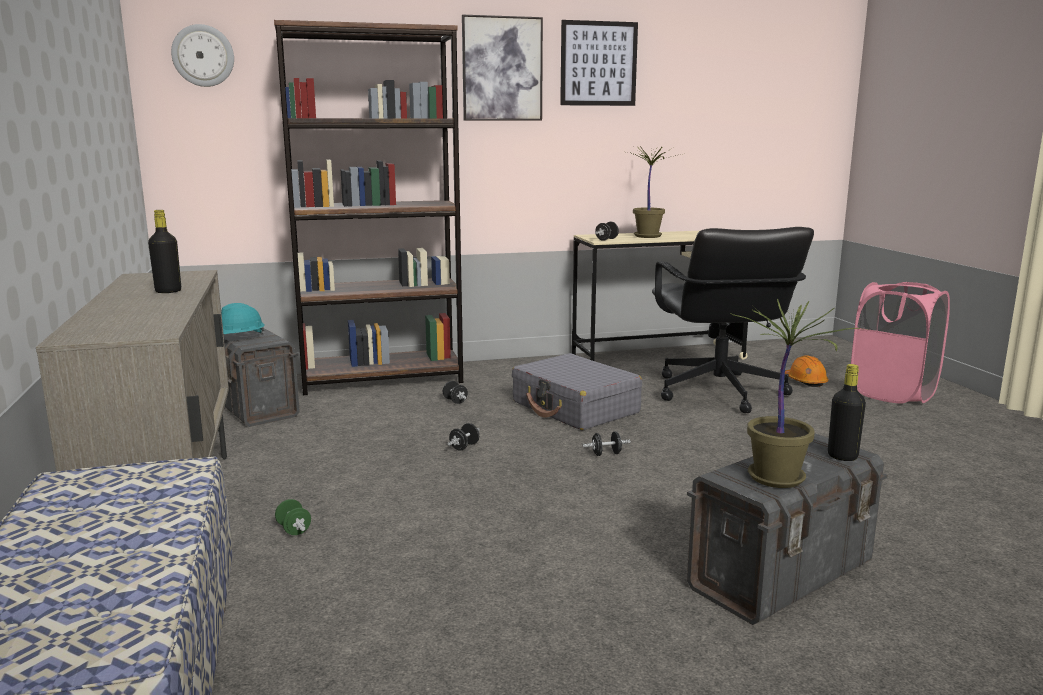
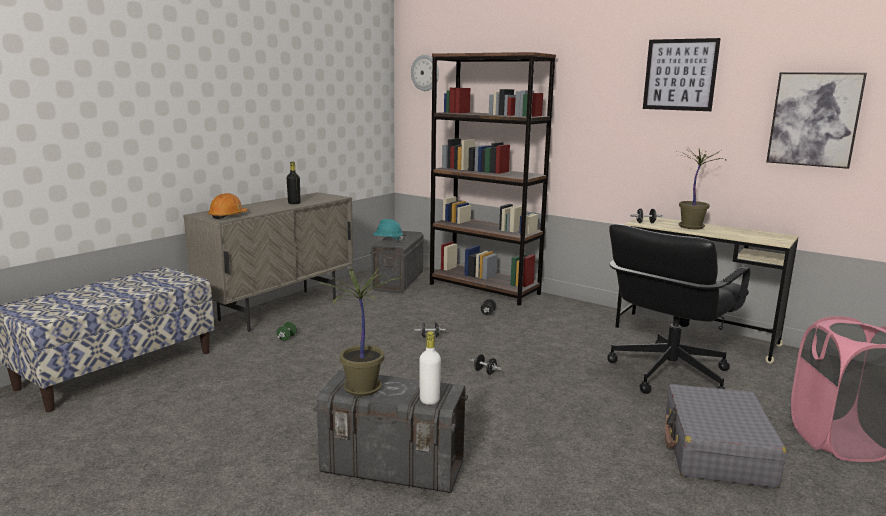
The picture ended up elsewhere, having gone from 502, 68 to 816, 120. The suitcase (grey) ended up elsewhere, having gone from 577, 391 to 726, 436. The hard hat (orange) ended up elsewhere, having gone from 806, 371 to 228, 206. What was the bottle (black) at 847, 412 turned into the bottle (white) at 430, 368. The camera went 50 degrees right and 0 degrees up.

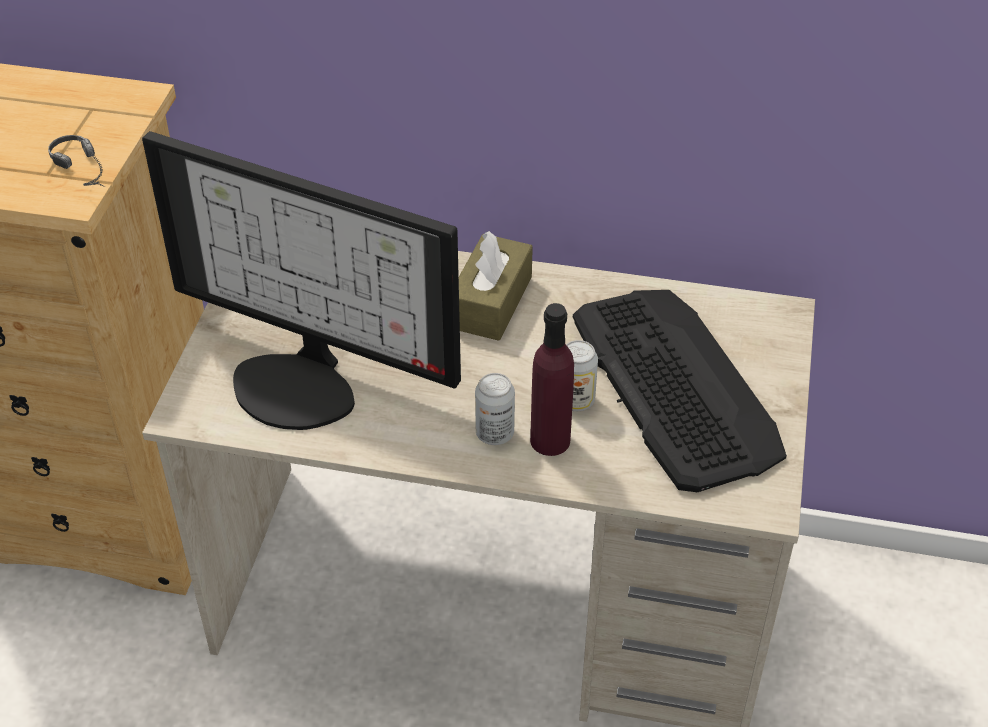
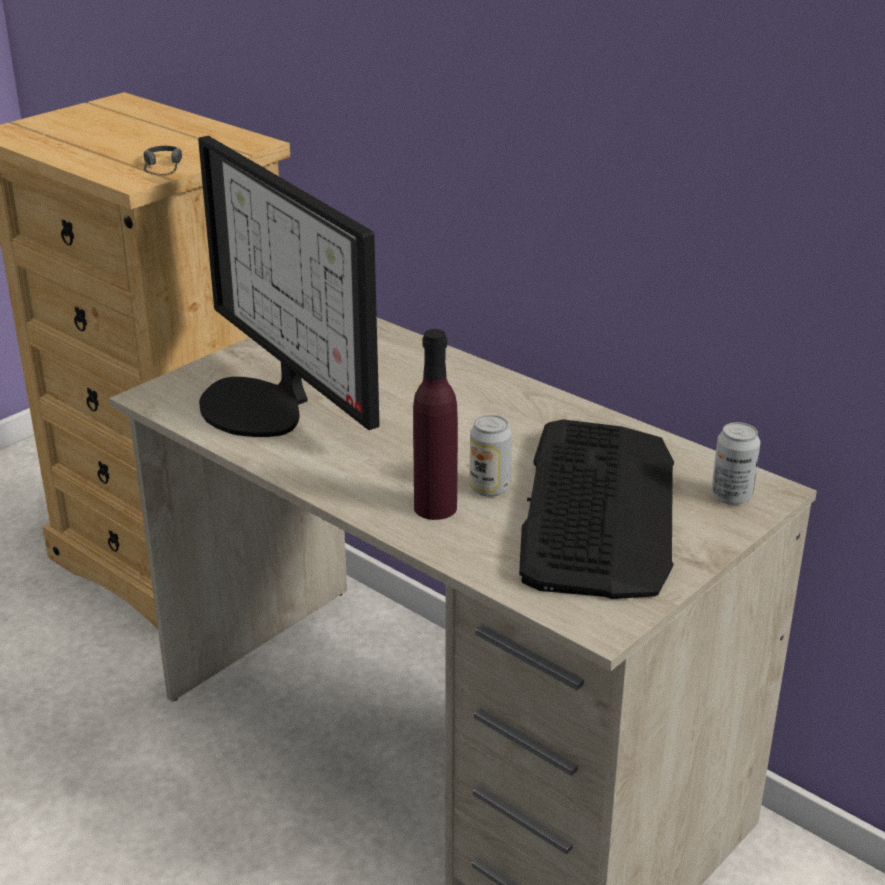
The second view lost the tissue box (brown) at 496, 286. The can ended up elsewhere, having gone from 495, 409 to 735, 463. The camera went 30 degrees right and 15 degrees down.

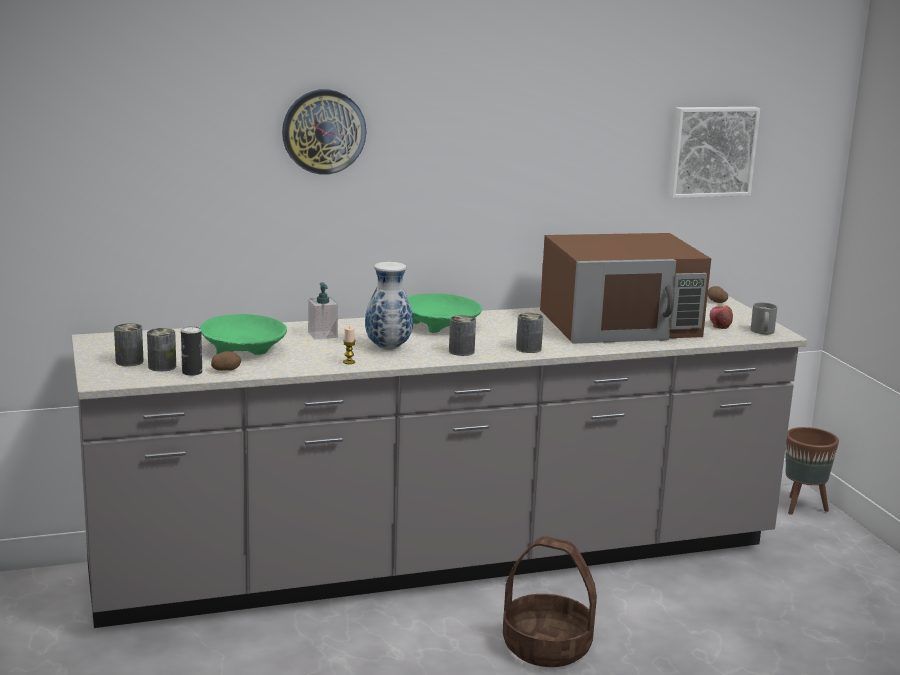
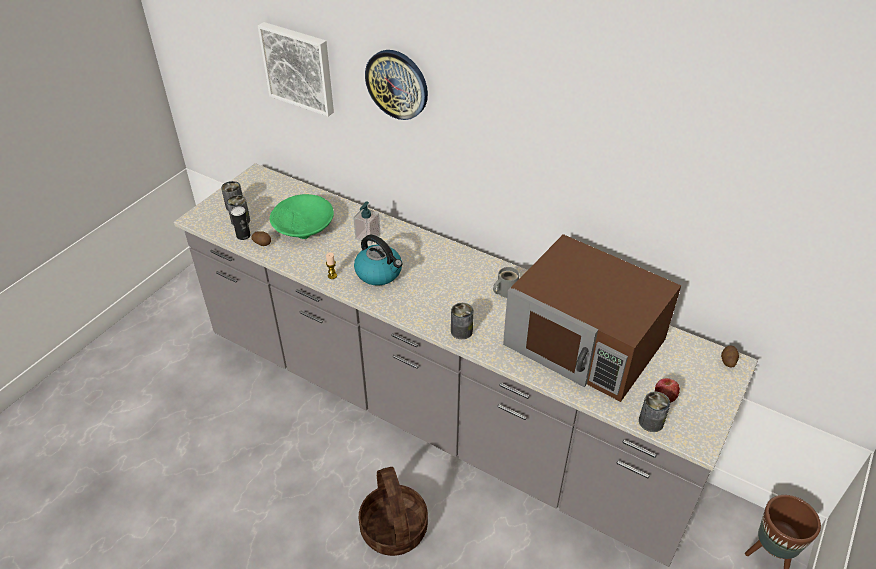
Where the vase stood at 389, 306, the kettle came to stand at 378, 260. The second view lost the bowl (green) at 444, 313. The can ended up elsewhere, having gone from 462, 335 to 655, 412. The picture ended up elsewhere, having gone from 714, 152 to 296, 69. The mug (grey) ended up elsewhere, having gone from 764, 318 to 506, 282. The camera went 50 degrees right and 25 degrees up.

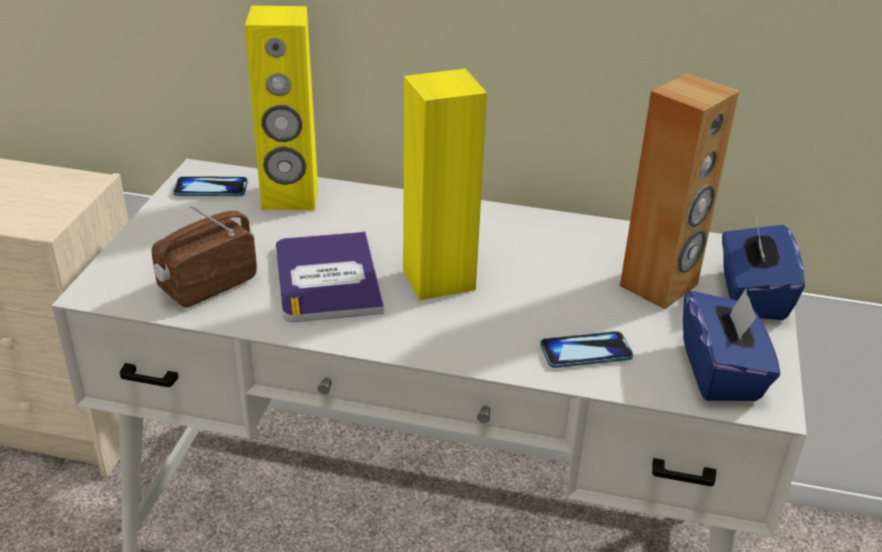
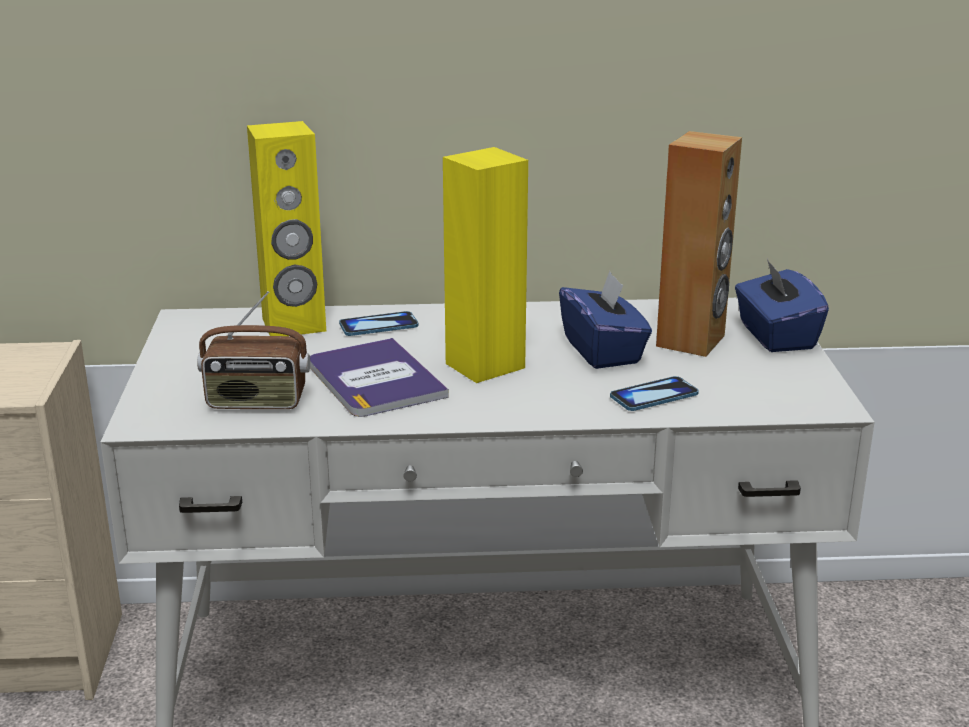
The radio at 204, 256 ended up facing another way, 120 degrees counterclockwise from before. The phone ended up elsewhere, having gone from 210, 186 to 379, 323. The tissue box (blue) ended up elsewhere, having gone from 731, 344 to 605, 320. The camera went 15 degrees left and 10 degrees down.

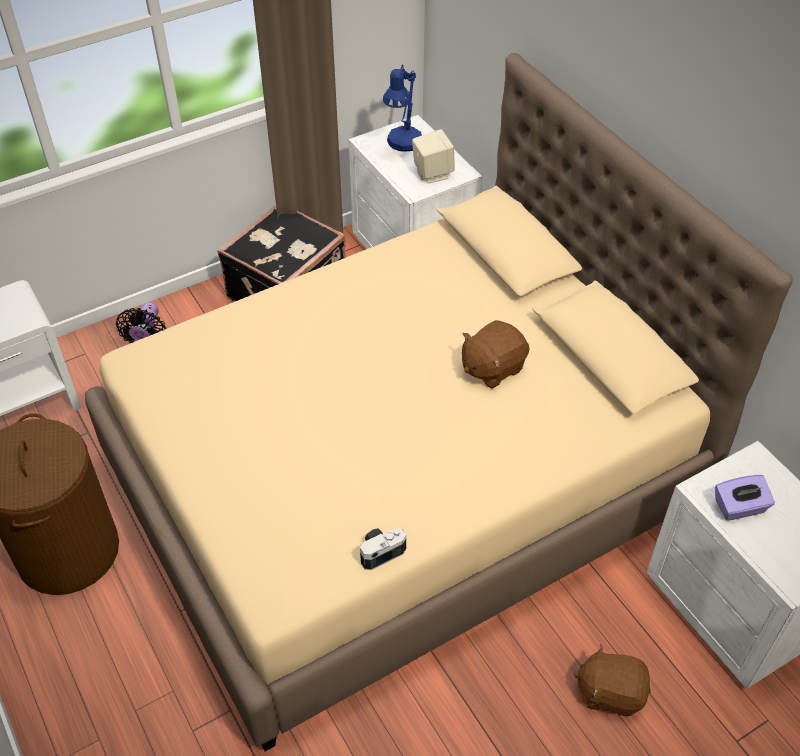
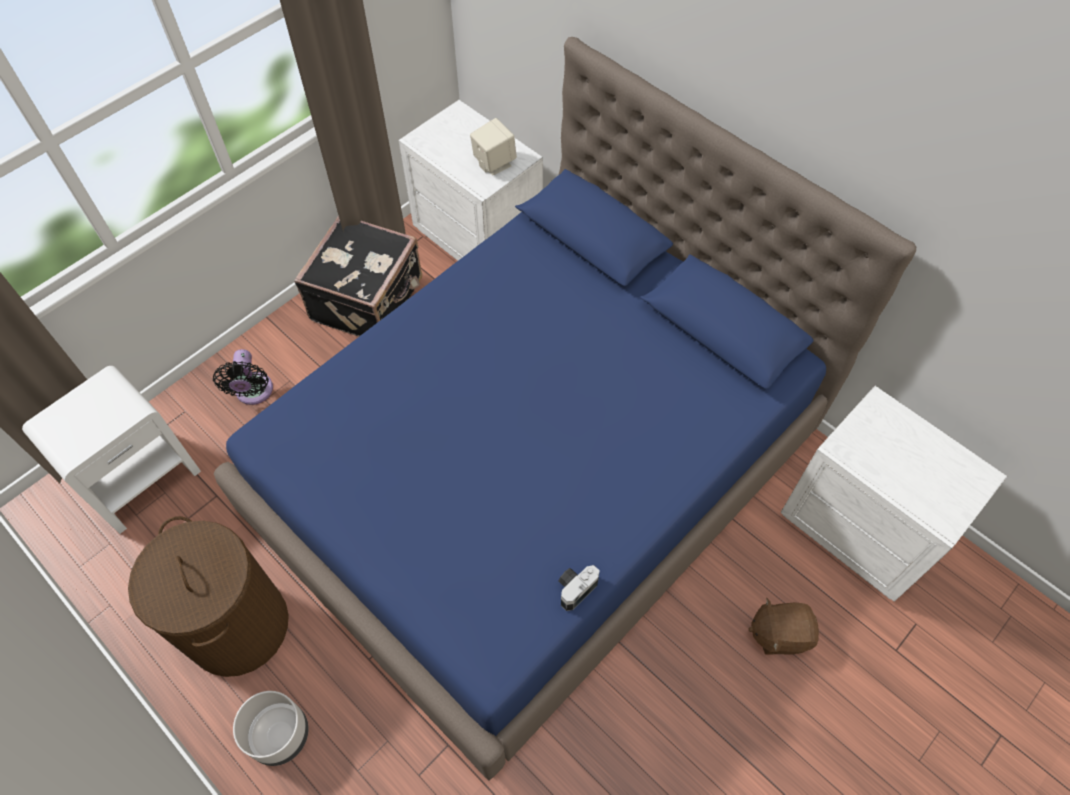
What was the bed (beige) at 439, 402 turned into the bed (blue) at 565, 408. The second view lost the table lamp (blue) at 402, 108. The second view lost the plush toy (brown) at 495, 354. The second view lost the tissue box (purple) at 745, 498. The second view gained the planter (grey) at 271, 728. The camera went 15 degrees left and 10 degrees up.

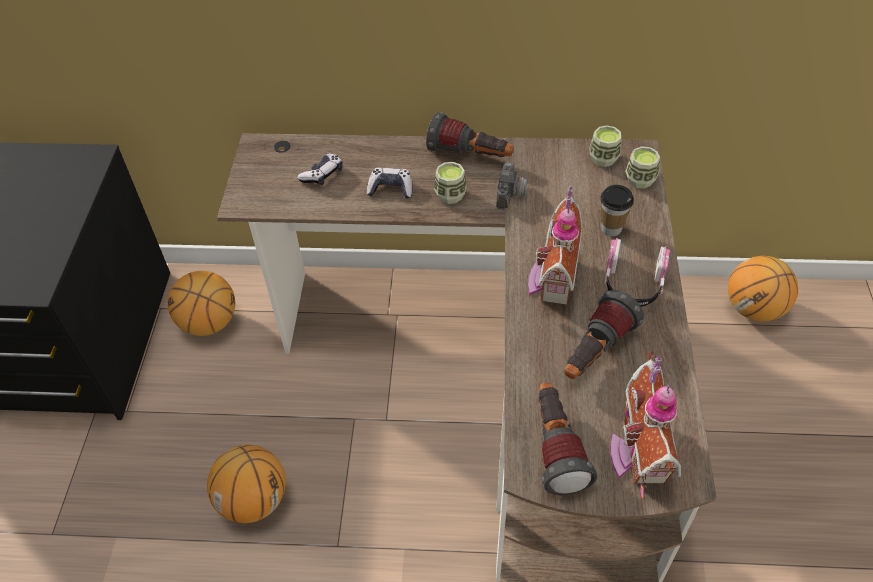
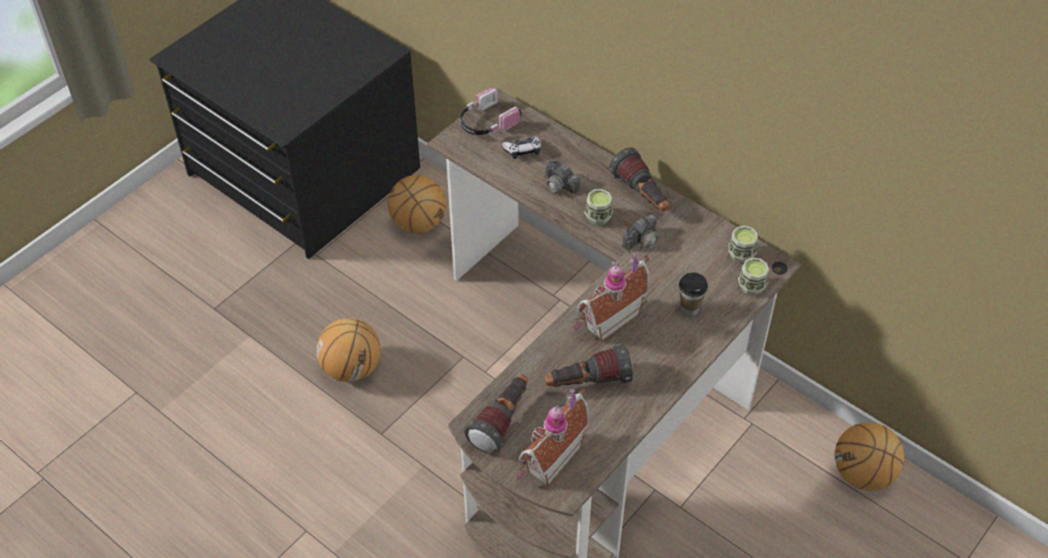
Where the game controller stood at 389, 183, the photo camera came to stand at 559, 183. The headphones ended up elsewhere, having gone from 637, 272 to 490, 111. The camera went 35 degrees right and 0 degrees up.

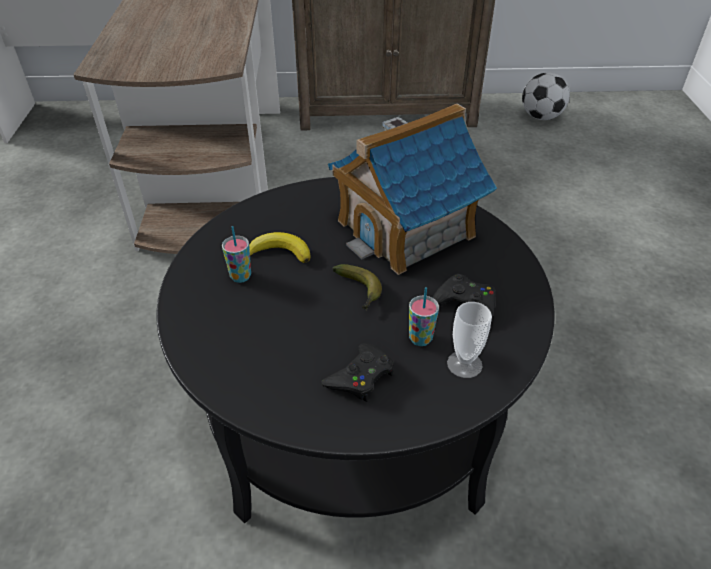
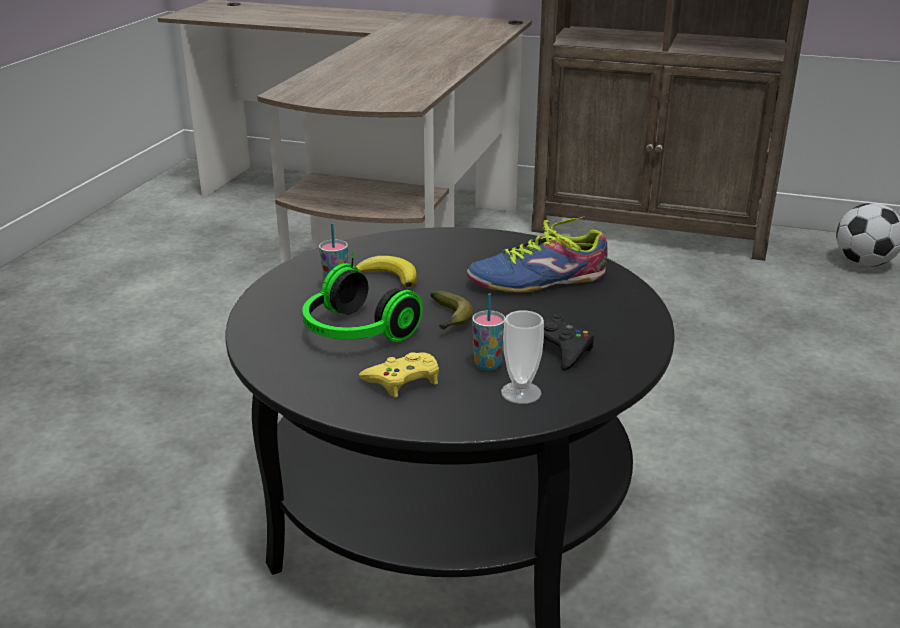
What was the game controller (black) at 357, 372 turned into the game controller (yellow) at 399, 374. Where the toy house stood at 412, 189, the shoe came to stand at 537, 254. The second view gained the headphones at 362, 297. The camera went 20 degrees right and 15 degrees down.

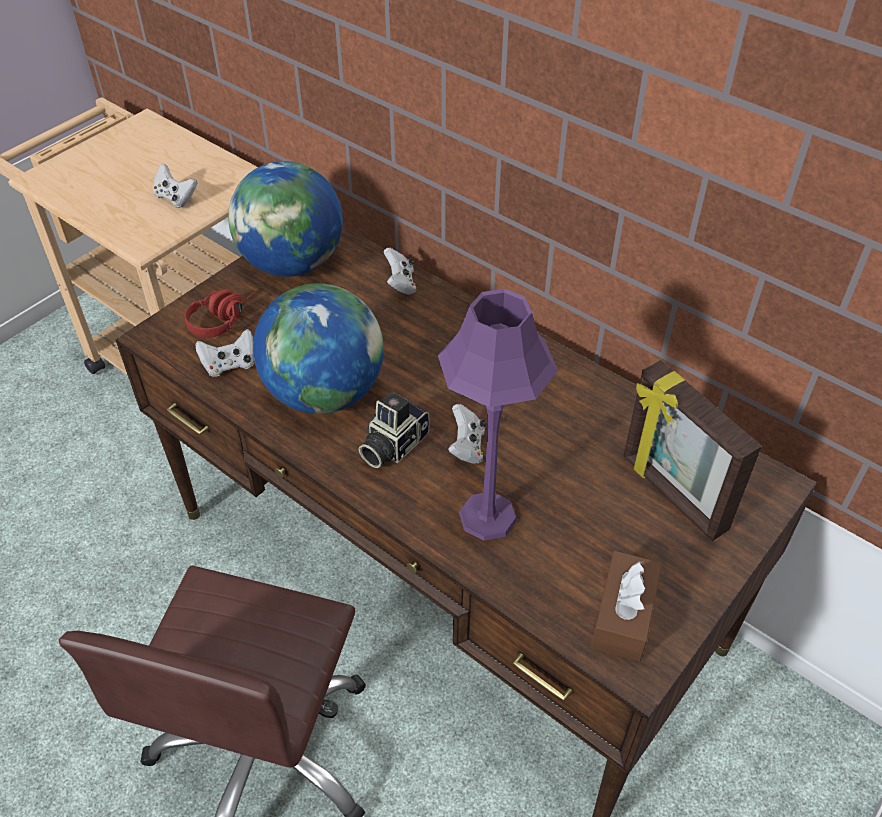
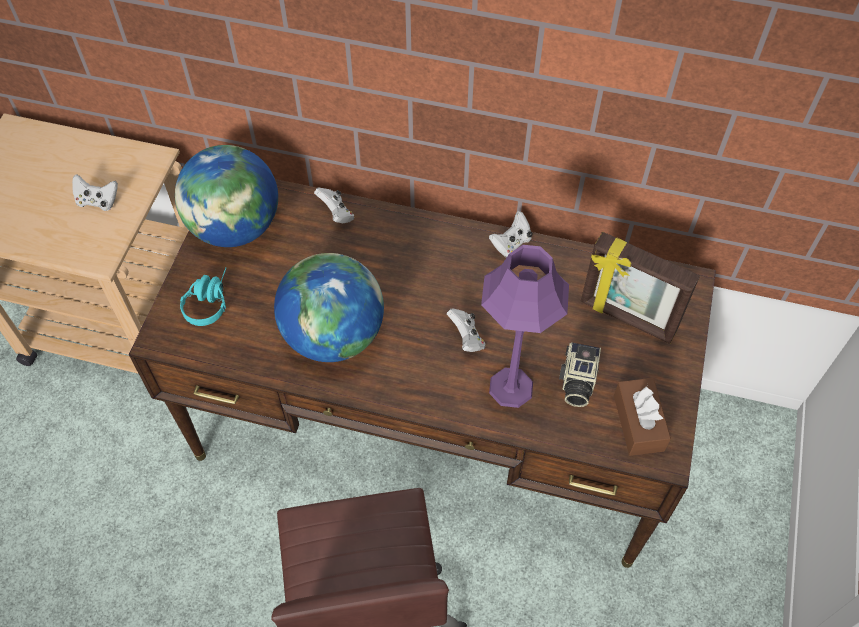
What was the headphones (red) at 220, 313 turned into the headphones (turquoise) at 203, 297. The game controller (white) ended up elsewhere, having gone from 224, 353 to 510, 234. The photo camera ended up elsewhere, having gone from 394, 430 to 580, 374. The camera went 25 degrees left and 10 degrees up.

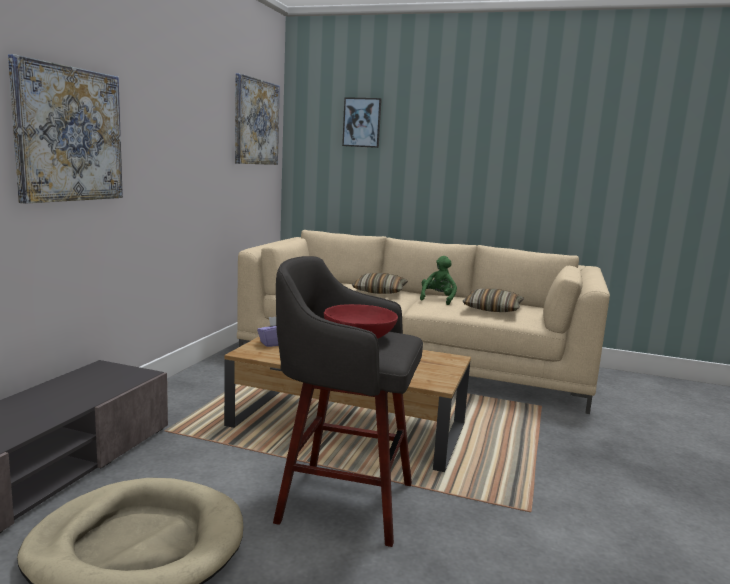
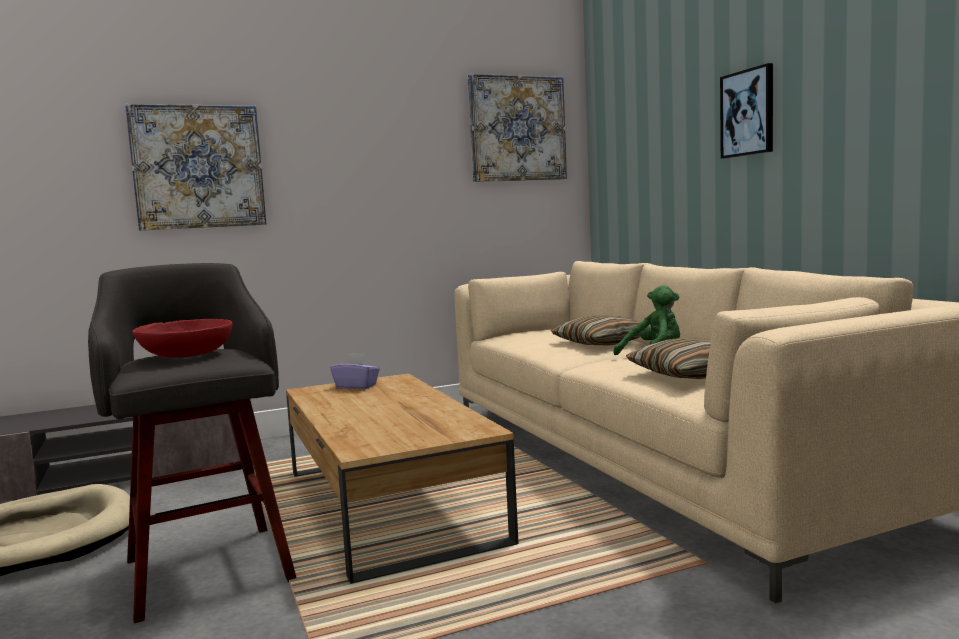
The picture ended up elsewhere, having gone from 362, 122 to 746, 111. The camera went 50 degrees right and 5 degrees down.

